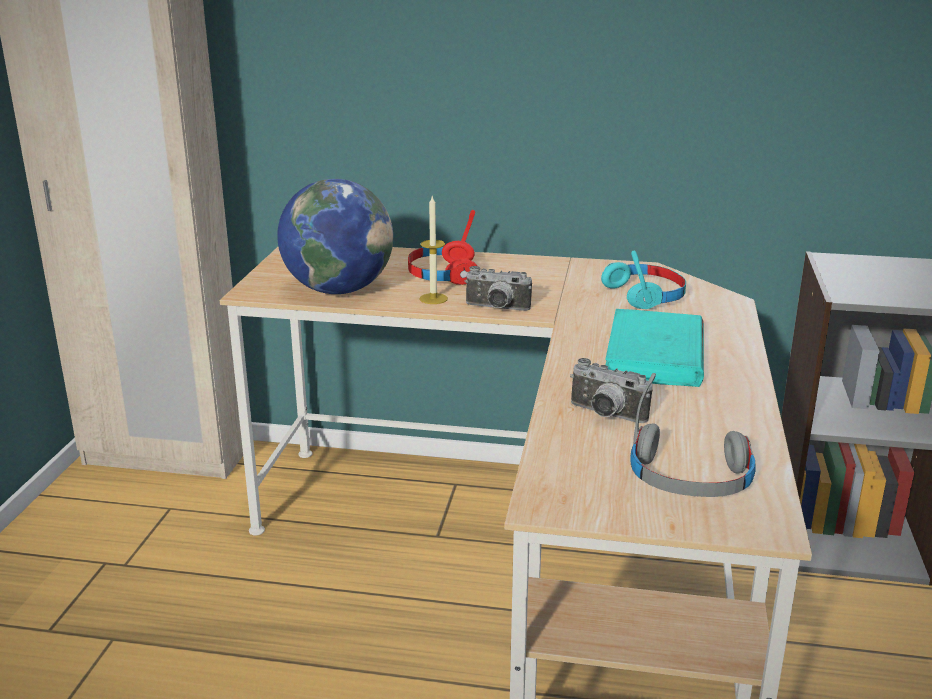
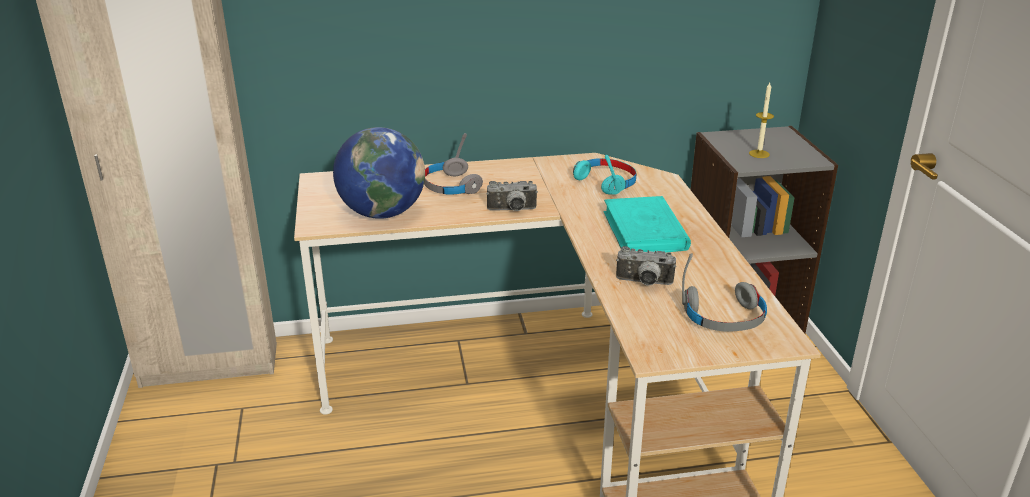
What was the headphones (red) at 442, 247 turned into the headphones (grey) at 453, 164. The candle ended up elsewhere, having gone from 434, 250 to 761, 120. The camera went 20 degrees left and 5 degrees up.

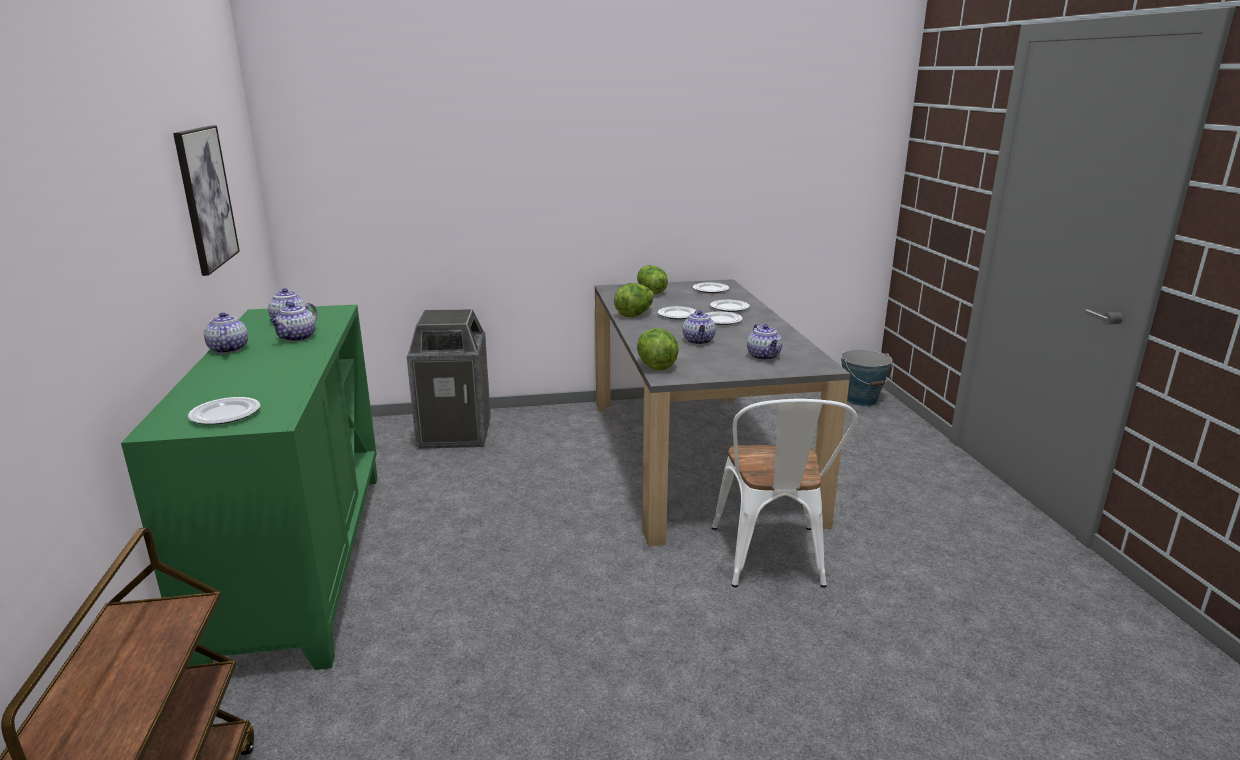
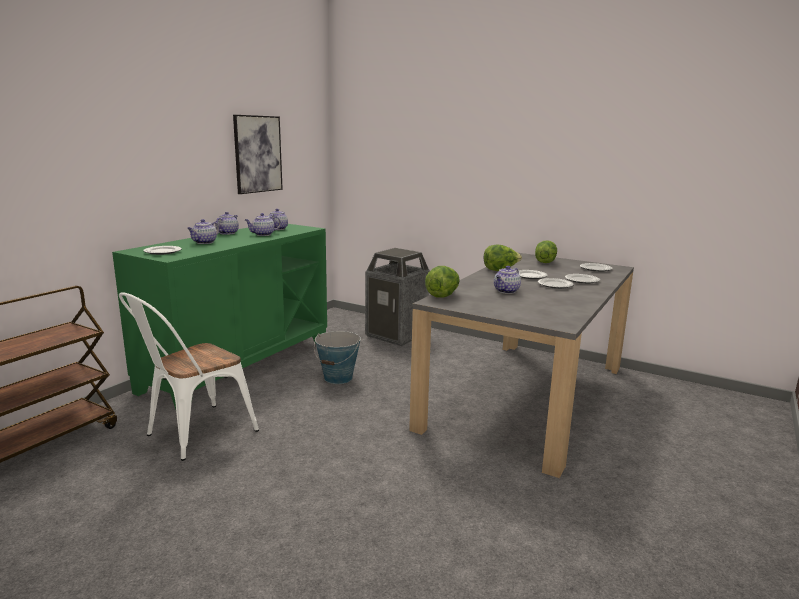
The chair (white) ended up elsewhere, having gone from 785, 493 to 189, 376. The teapot ended up elsewhere, having gone from 764, 342 to 203, 231. The bucket ended up elsewhere, having gone from 867, 378 to 337, 357. The camera went 40 degrees right and 5 degrees down.

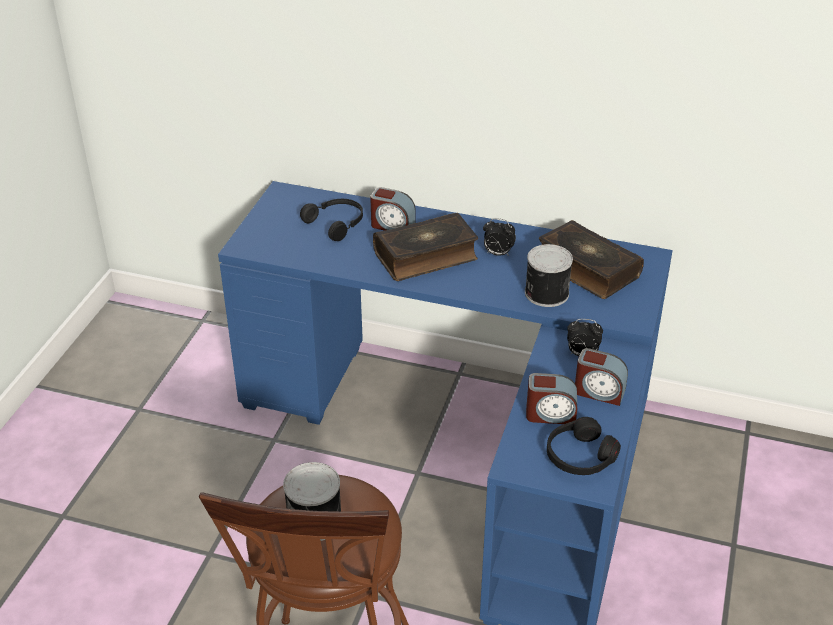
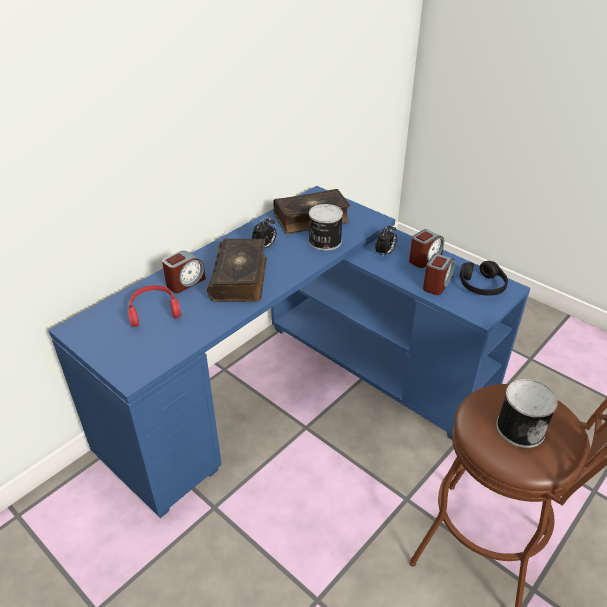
What was the headphones (black) at 331, 220 turned into the headphones (red) at 154, 306. The camera went 65 degrees left and 0 degrees up.

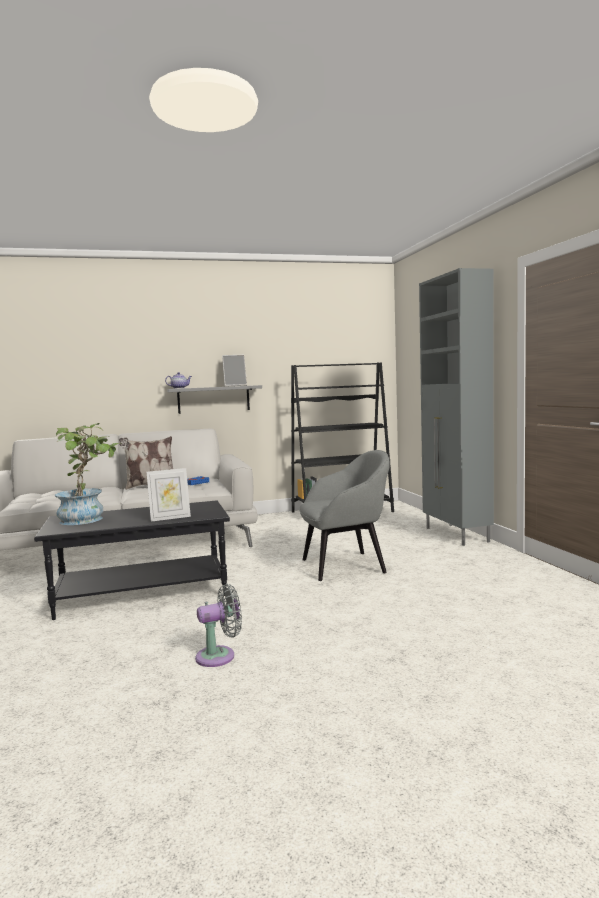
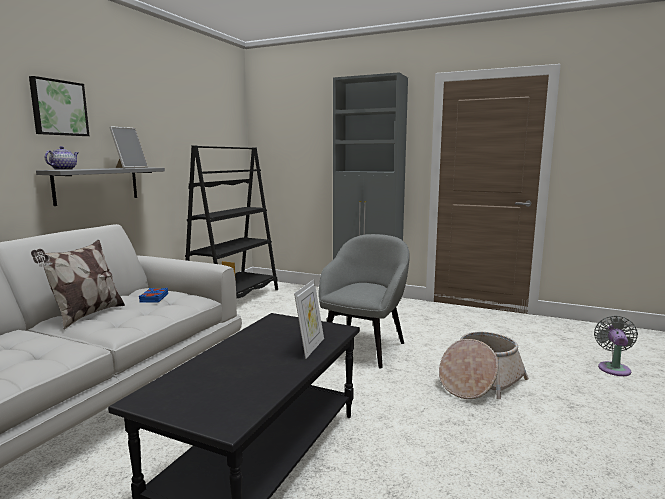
The second view lost the potted plant at 87, 474. The fan (grey) ended up elsewhere, having gone from 218, 625 to 616, 346. The second view gained the picture at 59, 106. The second view gained the basket at 484, 365. The camera went 50 degrees left and 5 degrees up.

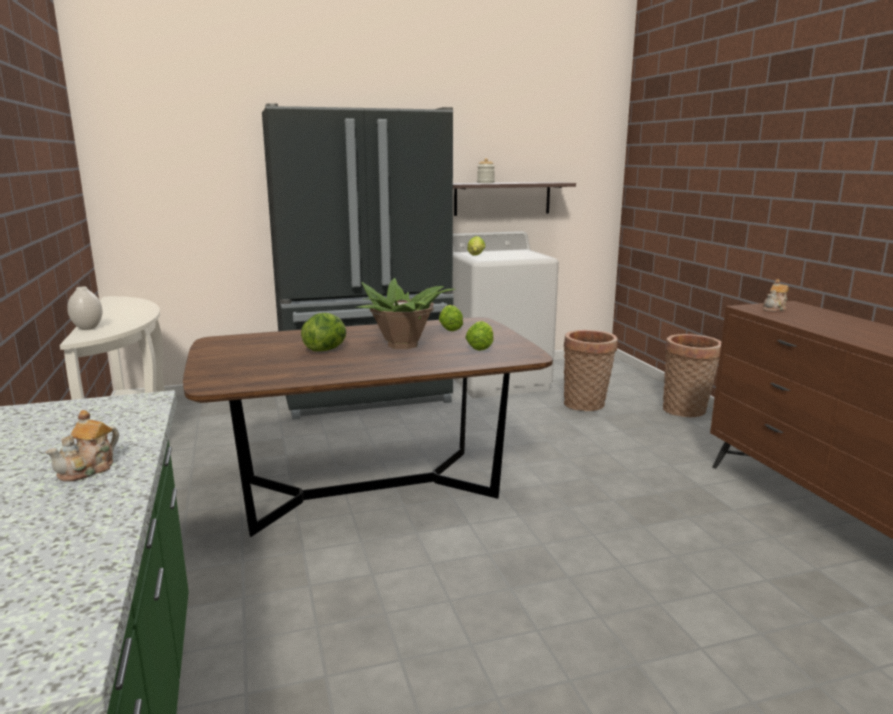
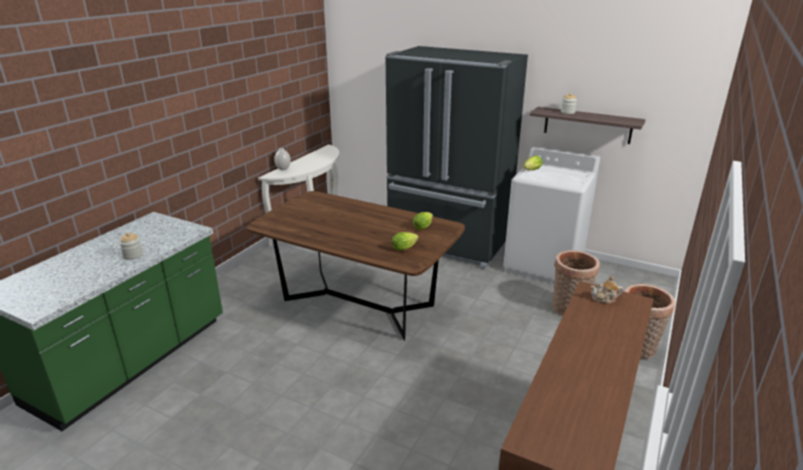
Where the teapot stood at 82, 446, the jar came to stand at 131, 246. The second view lost the lettuce at 323, 332. The second view lost the potted plant at 406, 313. The camera went 45 degrees right and 10 degrees up.

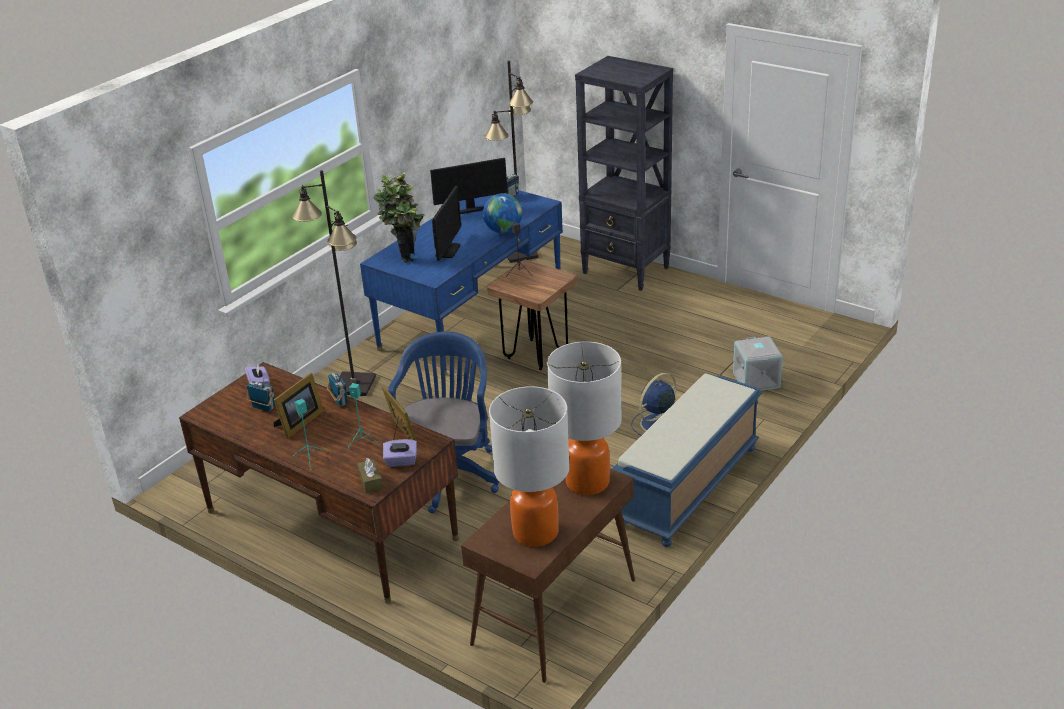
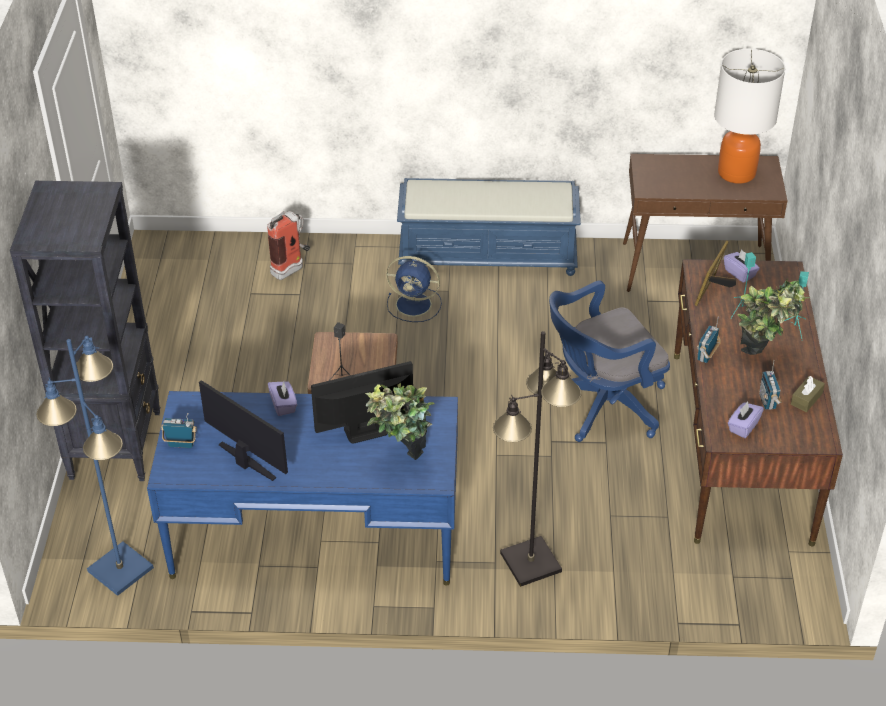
Where the picture frame stood at 299, 406, the potted plant came to stand at 774, 316. The tissue box (brown) ended up elsewhere, having gone from 370, 475 to 808, 394. Where the globe stood at 502, 213, the tissue box (purple) came to stand at 282, 398. What was the floor lamp (black) at 512, 162 turned into the floor lamp (blue) at 95, 466. The second view lost the table lamp at 584, 418. Where the storage box (grey) stood at 758, 363, the fire extinguisher came to stand at 288, 245. The camera went 125 degrees left and 10 degrees up.

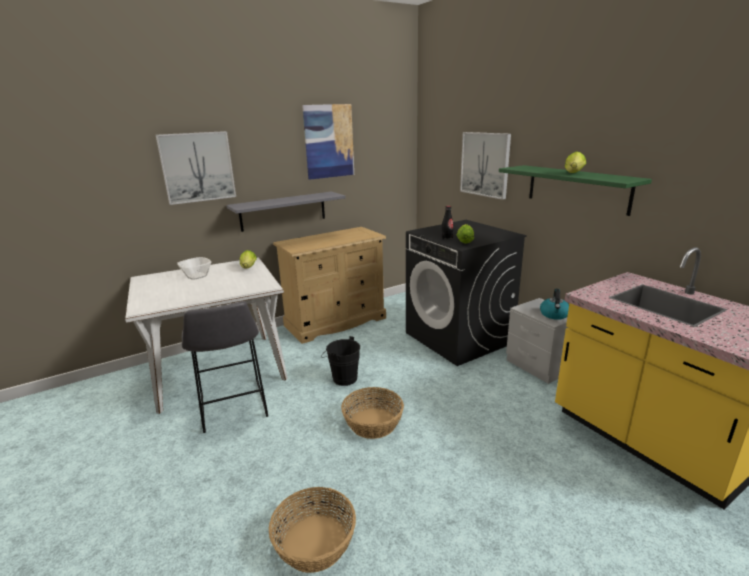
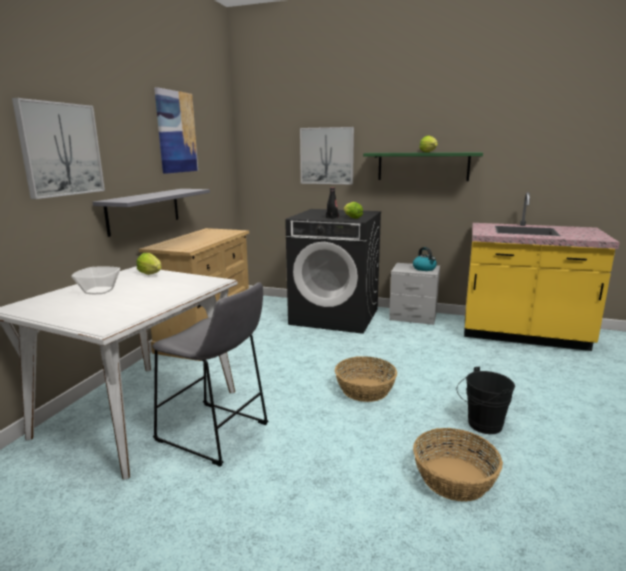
The bucket (black) ended up elsewhere, having gone from 340, 361 to 486, 400. The camera went 40 degrees left and 5 degrees down.

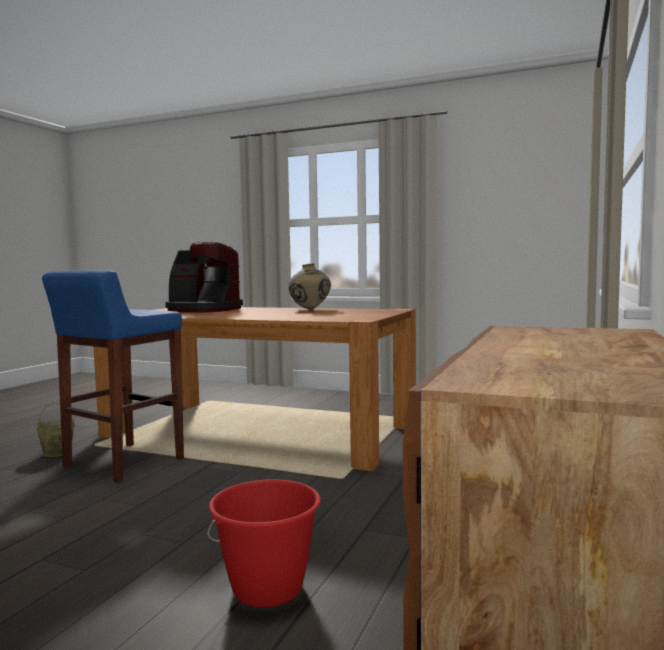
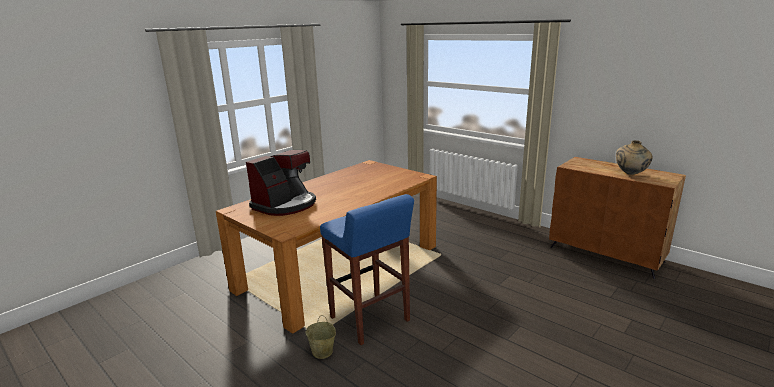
The second view lost the bucket (red) at 264, 544. The vase (beige) ended up elsewhere, having gone from 309, 287 to 634, 157. The camera went 70 degrees left and 15 degrees up.

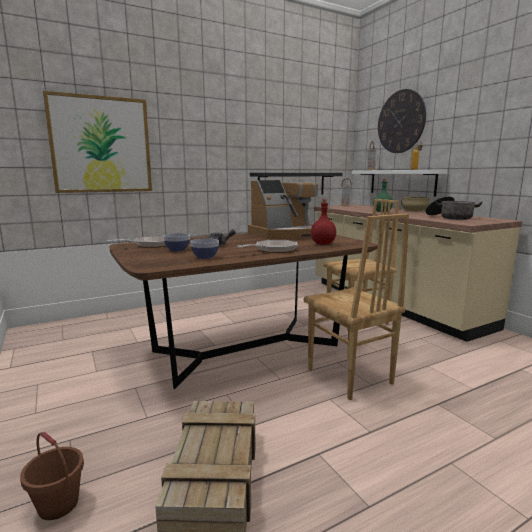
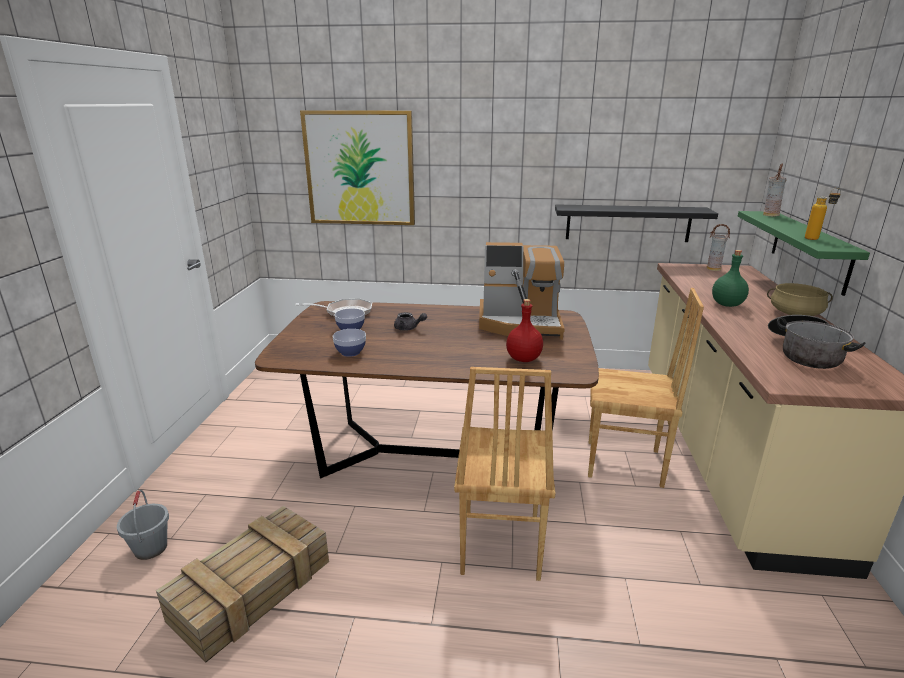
What was the bucket (brown) at 52, 476 turned into the bucket (grey) at 143, 525. The second view lost the frying pan at 267, 246. What was the shelf (white) at 399, 183 turned into the shelf (green) at 804, 253. The second view lost the wall clock at 402, 121. The camera went 35 degrees right and 10 degrees up.

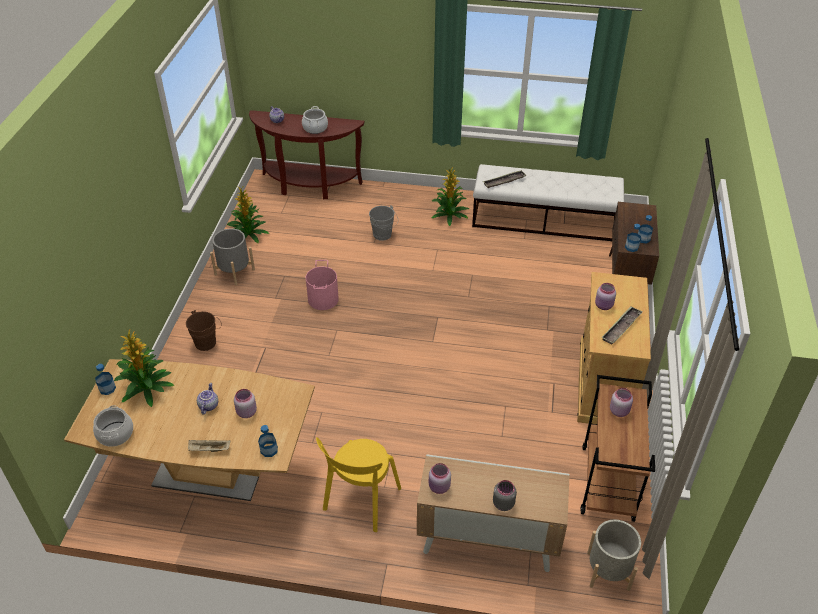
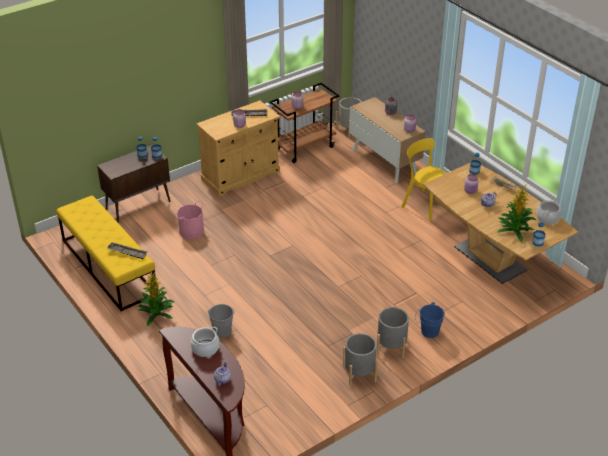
What was the bucket (brown) at 204, 330 turned into the bucket (blue) at 430, 320. The second view lost the potted plant at 248, 215. The bucket (pink) ended up elsewhere, having gone from 322, 285 to 189, 219. The chair (yellow) at 358, 484 ended up facing another way, 120 degrees counterclockwise from before. What was the bench (white) at 548, 202 turned into the bench (yellow) at 106, 253. The second view gained the planter (grey) at 392, 332. The camera went 135 degrees left and 5 degrees down.

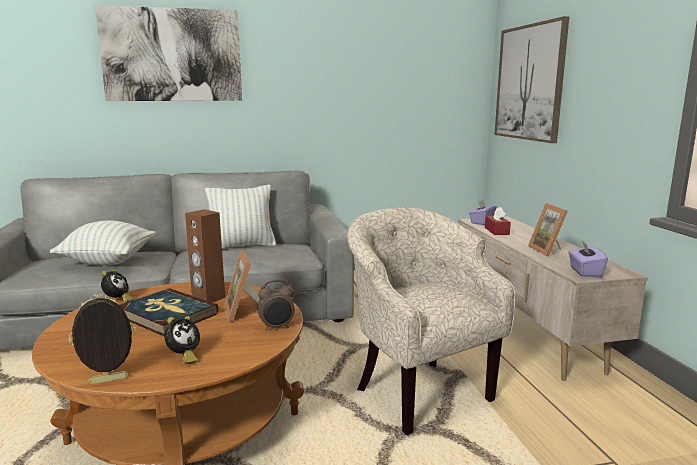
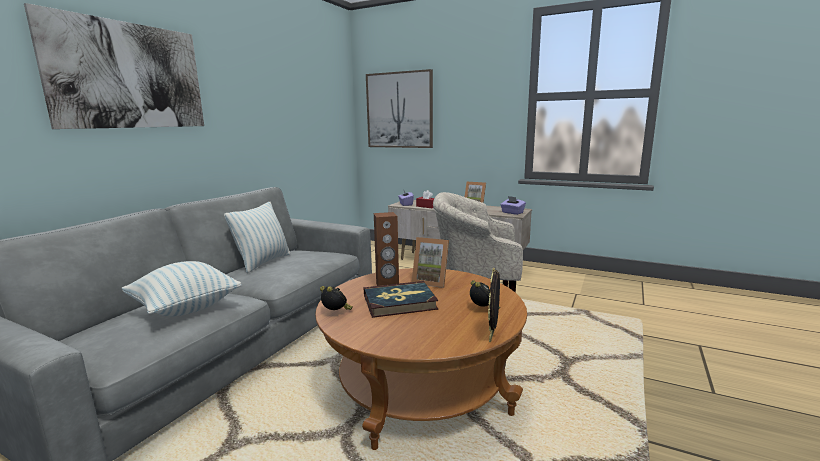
The second view lost the alarm clock at 276, 305. The camera went 50 degrees left and 0 degrees up.

